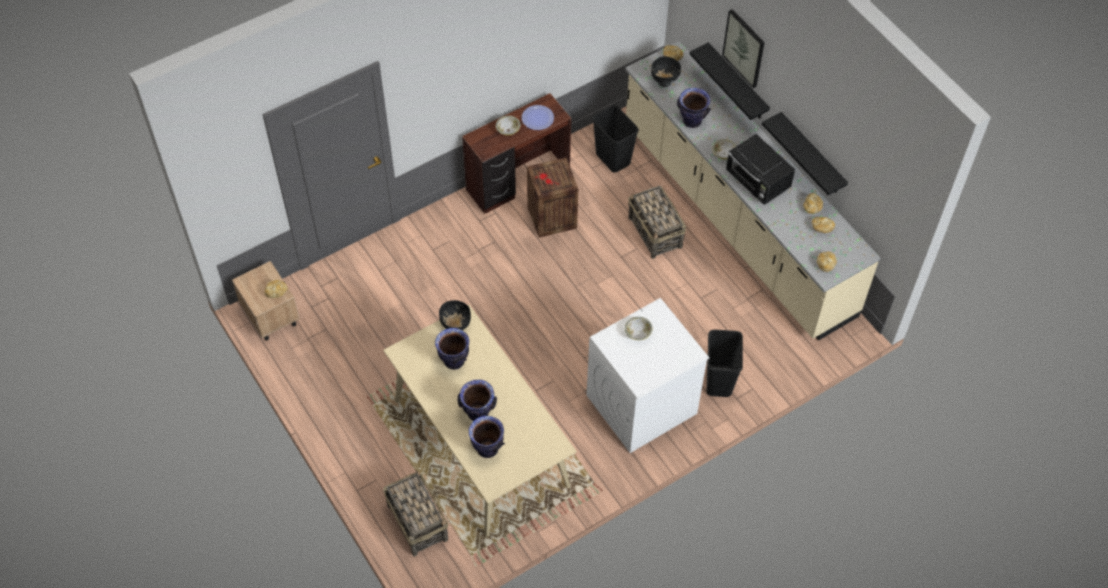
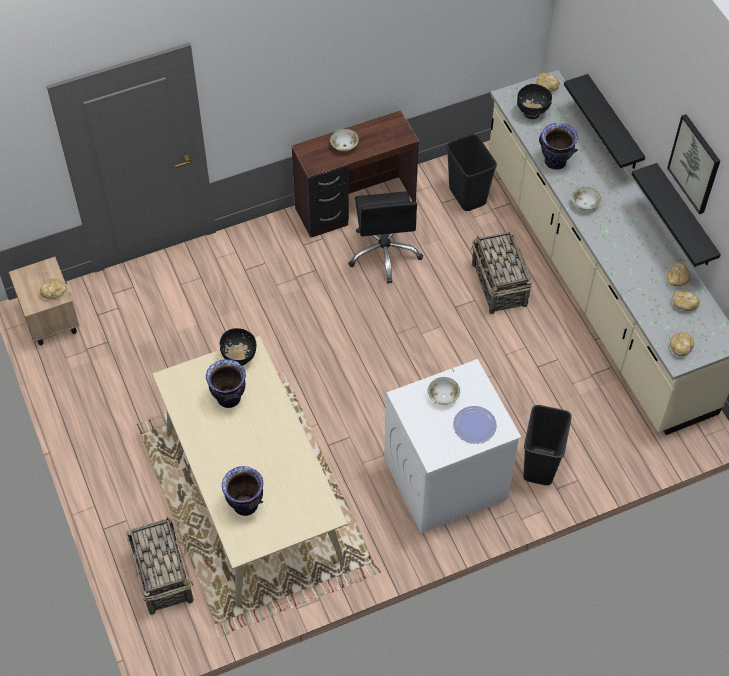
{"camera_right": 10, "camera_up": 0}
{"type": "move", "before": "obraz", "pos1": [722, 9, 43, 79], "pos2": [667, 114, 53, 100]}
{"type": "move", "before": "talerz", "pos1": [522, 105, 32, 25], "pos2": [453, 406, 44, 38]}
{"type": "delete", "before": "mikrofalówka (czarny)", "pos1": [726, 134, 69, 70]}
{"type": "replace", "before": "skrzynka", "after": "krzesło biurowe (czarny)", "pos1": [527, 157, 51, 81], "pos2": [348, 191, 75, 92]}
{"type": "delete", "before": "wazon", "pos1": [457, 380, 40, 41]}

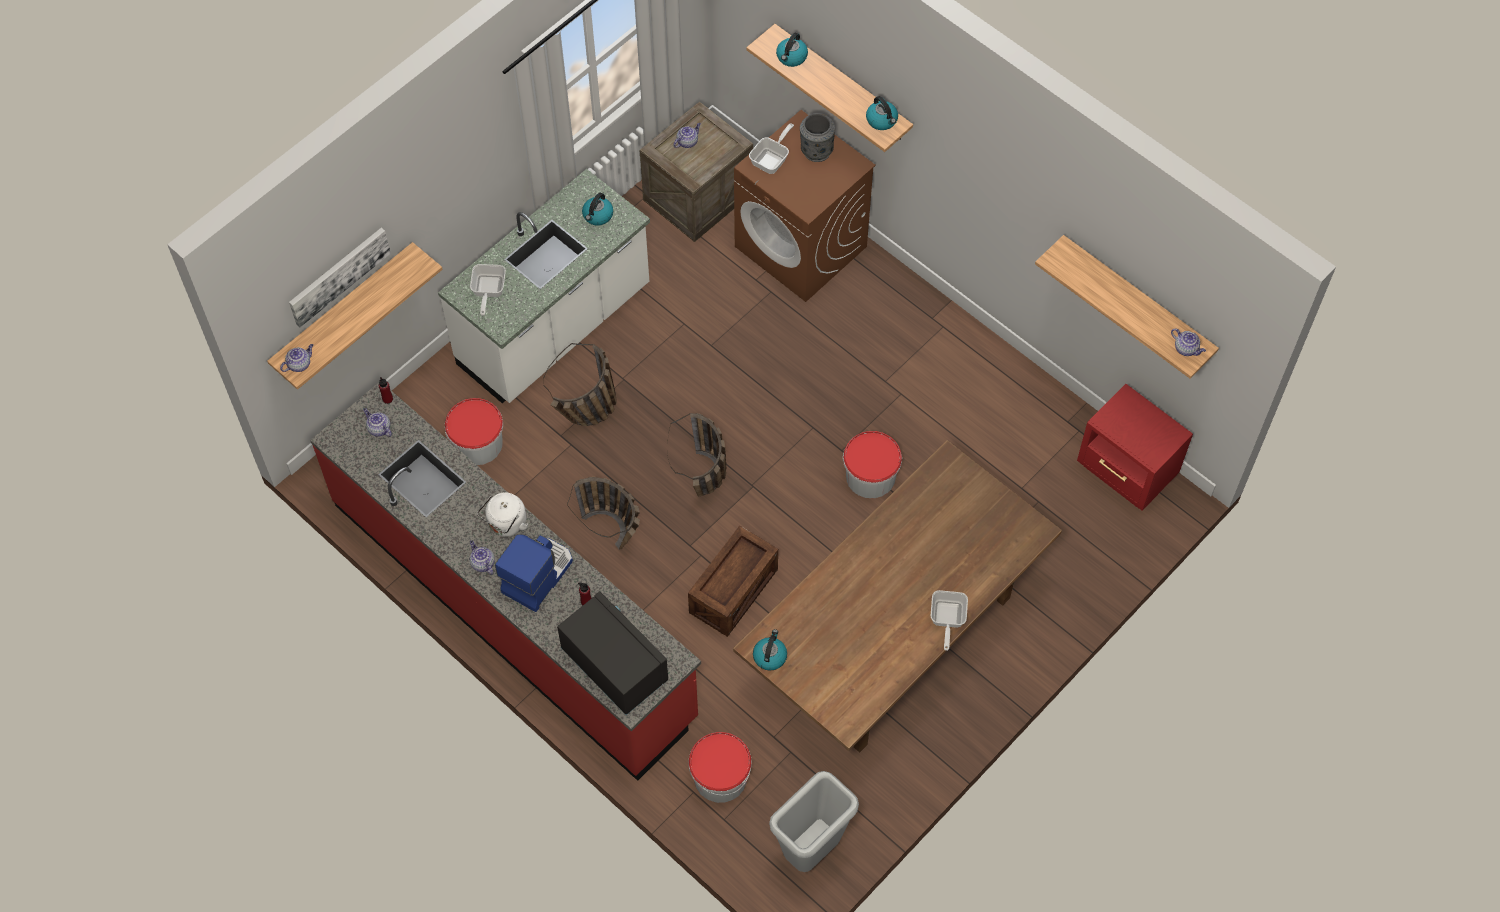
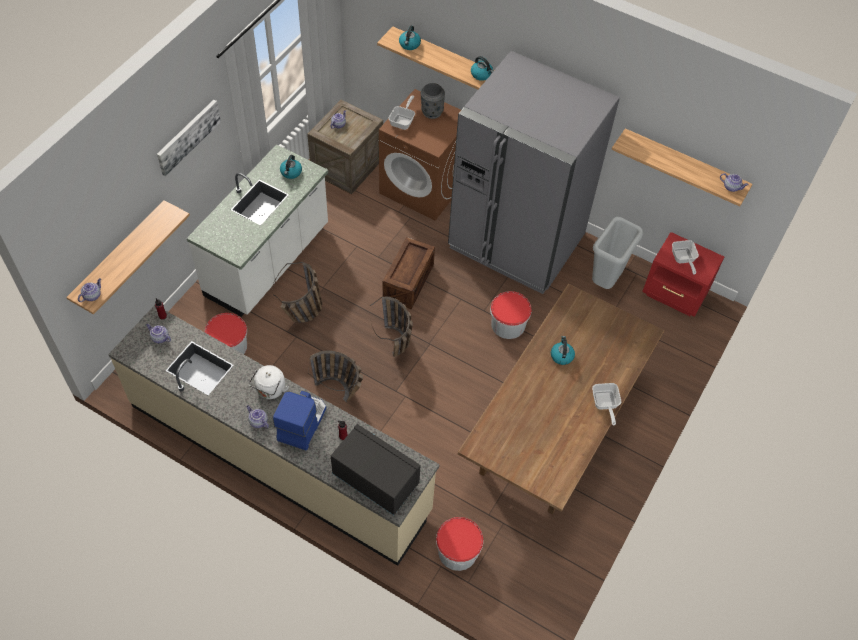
{"camera_right": -15, "camera_up": -5}
{"type": "move", "before": "obraz", "pos1": [289, 228, 102, 99], "pos2": [157, 100, 64, 76]}
{"type": "move", "before": "patelnia", "pos1": [470, 264, 36, 52], "pos2": [672, 240, 27, 34]}
{"type": "recolor", "before": "zabudowa kuchenna (czerwony)", "after": "zabudowa kuchenna (beżowy)", "pos1": [310, 383, 391, 398], "pos2": [108, 305, 332, 261]}
{"type": "move", "before": "skrzynka", "pos1": [688, 525, 90, 112], "pos2": [383, 237, 52, 72]}
{"type": "move", "before": "czajnik", "pos1": [753, 629, 34, 42], "pos2": [551, 336, 24, 29]}
{"type": "move", "before": "kosz na śmieci (szary)", "pos1": [769, 771, 90, 101], "pos2": [592, 217, 51, 72]}
{"type": "insert", "after": "lodówka (szary)", "pos2": [448, 51, 172, 243]}

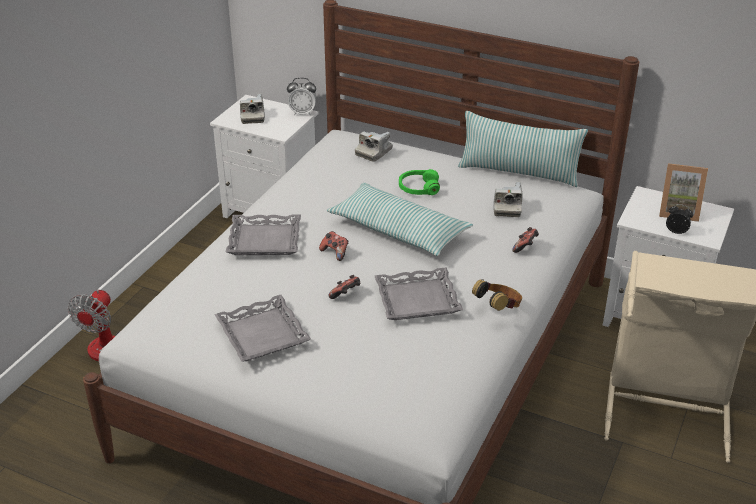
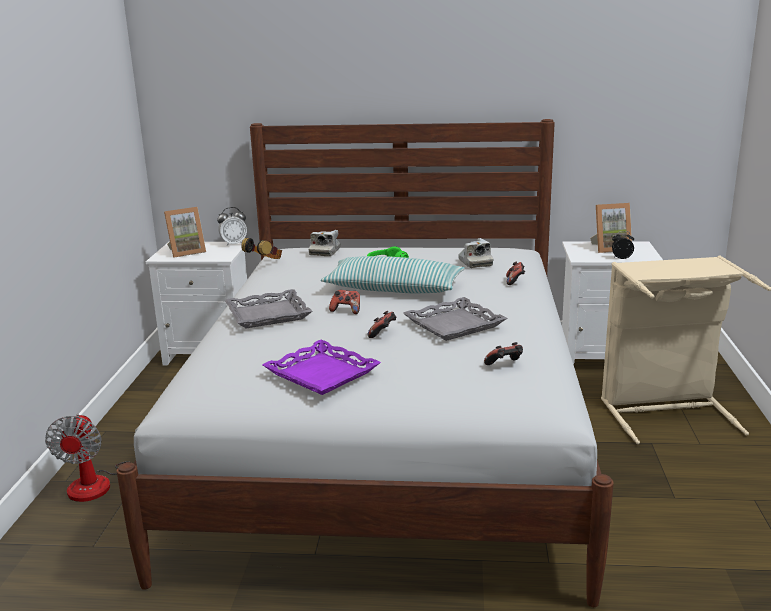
{"camera_right": -20, "camera_up": -15}
{"type": "replace", "before": "aparat fotograficzny", "after": "ramka na zdjęcie", "pos1": [240, 94, 25, 30], "pos2": [164, 207, 42, 51]}
{"type": "delete", "before": "poduszka", "pos1": [458, 111, 130, 76]}
{"type": "move", "before": "słuchawki", "pos1": [472, 279, 50, 32], "pos2": [241, 238, 41, 21]}
{"type": "recolor", "before": "taca (szary)", "after": "taca (fioletowy)", "pos1": [214, 295, 97, 67], "pos2": [262, 339, 119, 56]}
{"type": "insert", "after": "pad do gier", "pos2": [484, 342, 39, 23]}

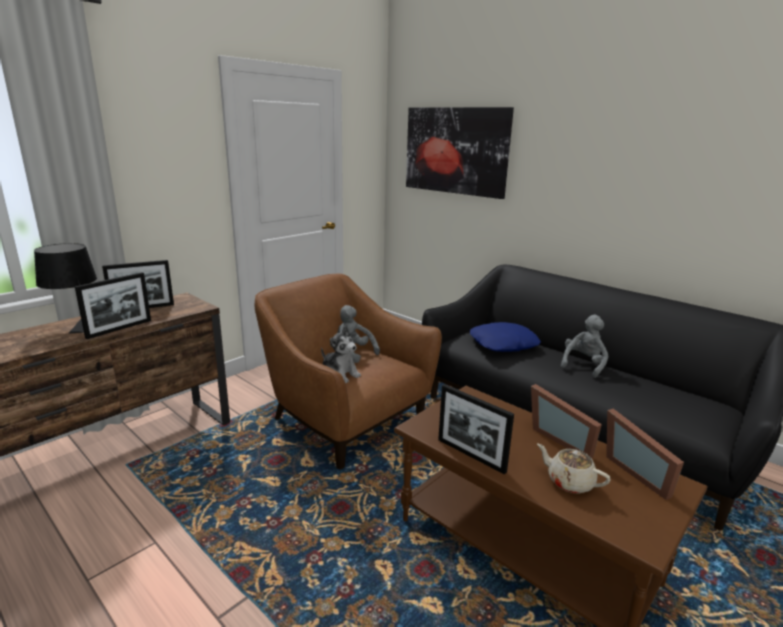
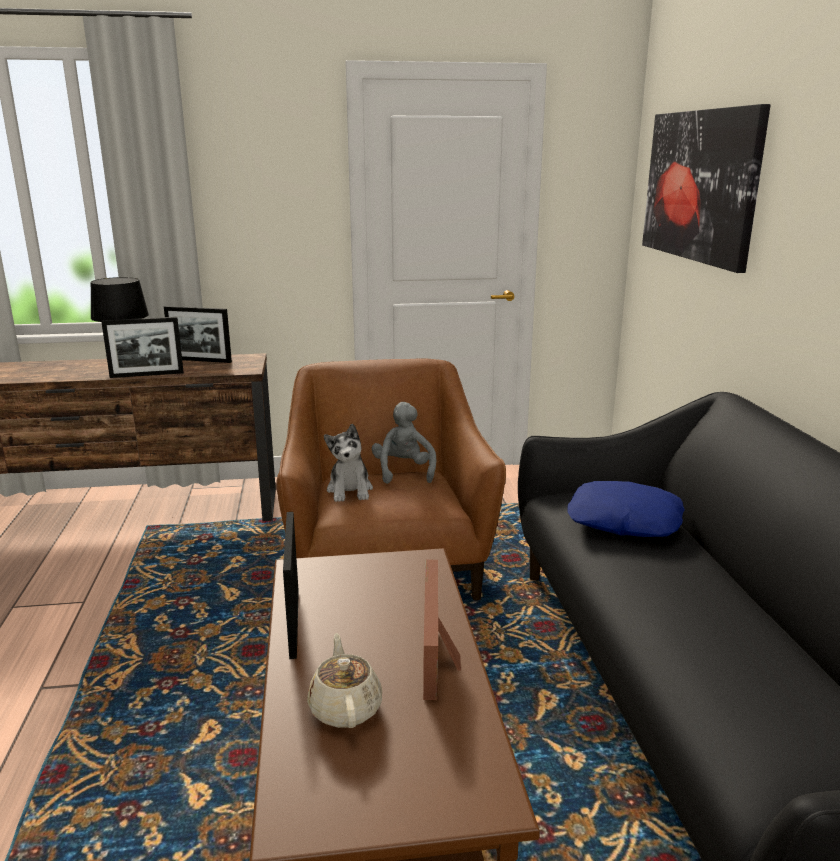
{"camera_right": 40, "camera_up": 0}
{"type": "delete", "before": "pluszak (szary)", "pos1": [561, 315, 48, 63]}
{"type": "delete", "before": "ramka na zdjęcie", "pos1": [606, 409, 78, 91]}

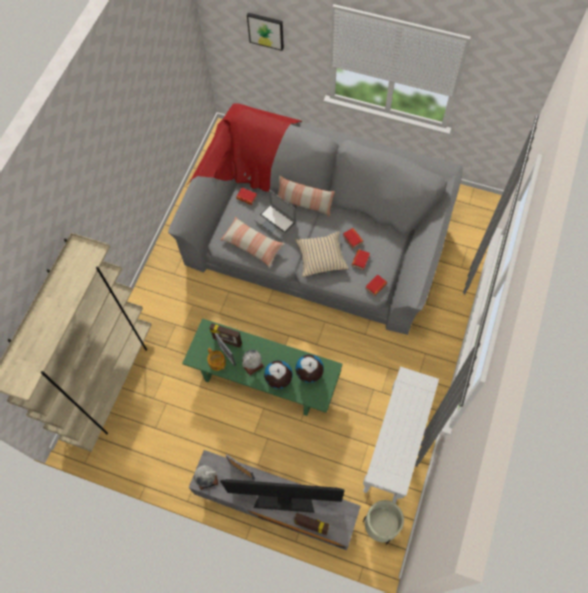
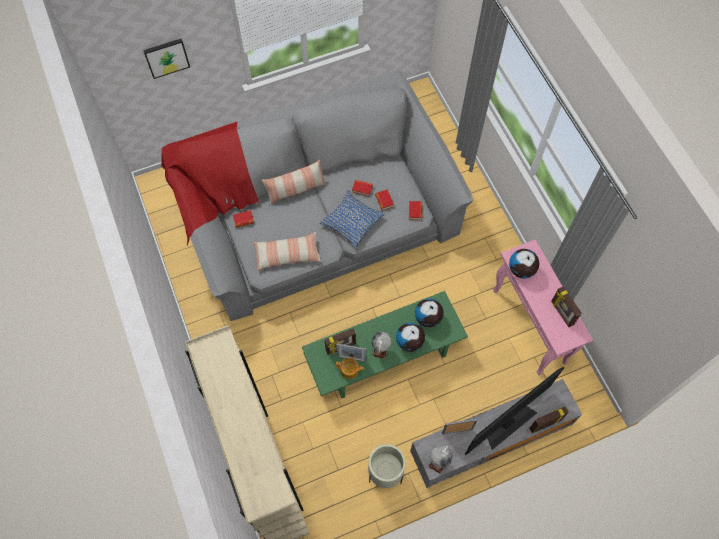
{"camera_right": -45, "camera_up": 0}
{"type": "delete", "before": "laptop", "pos1": [254, 190, 42, 49]}
{"type": "recolor", "before": "poduszka (beżowy)", "after": "poduszka (niebieski)", "pos1": [295, 231, 54, 46], "pos2": [320, 190, 64, 57]}
{"type": "recolor", "before": "stolik konsolowy (biały)", "after": "stolik konsolowy (różowy)", "pos1": [363, 366, 76, 137], "pos2": [493, 239, 100, 136]}
{"type": "move", "before": "donica (beżowy)", "pos1": [363, 500, 41, 45], "pos2": [368, 444, 38, 44]}
{"type": "insert", "after": "globus", "pos2": [509, 249, 30, 29]}
{"type": "insert", "after": "ramka na zdjęcie", "pos2": [551, 286, 31, 41]}

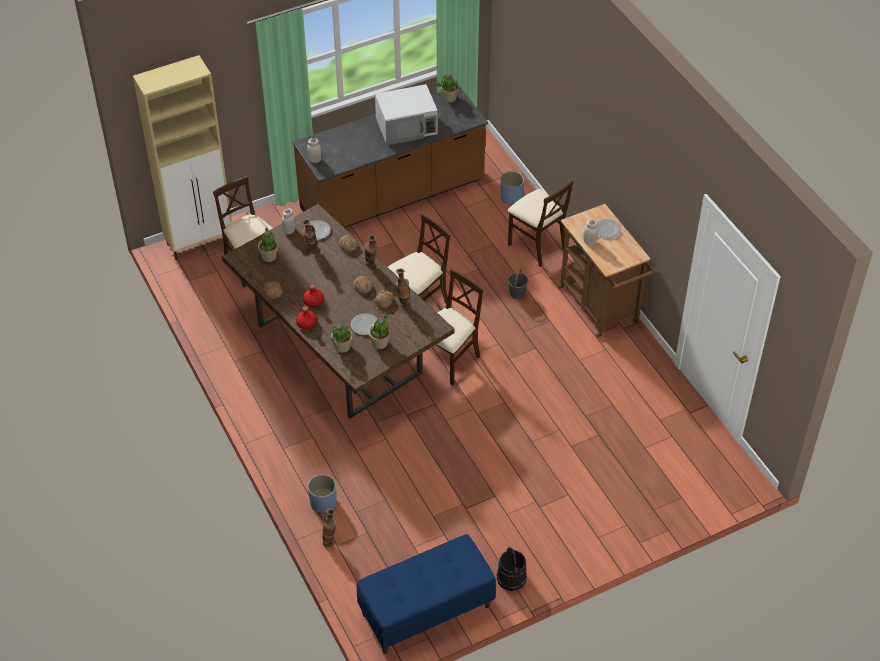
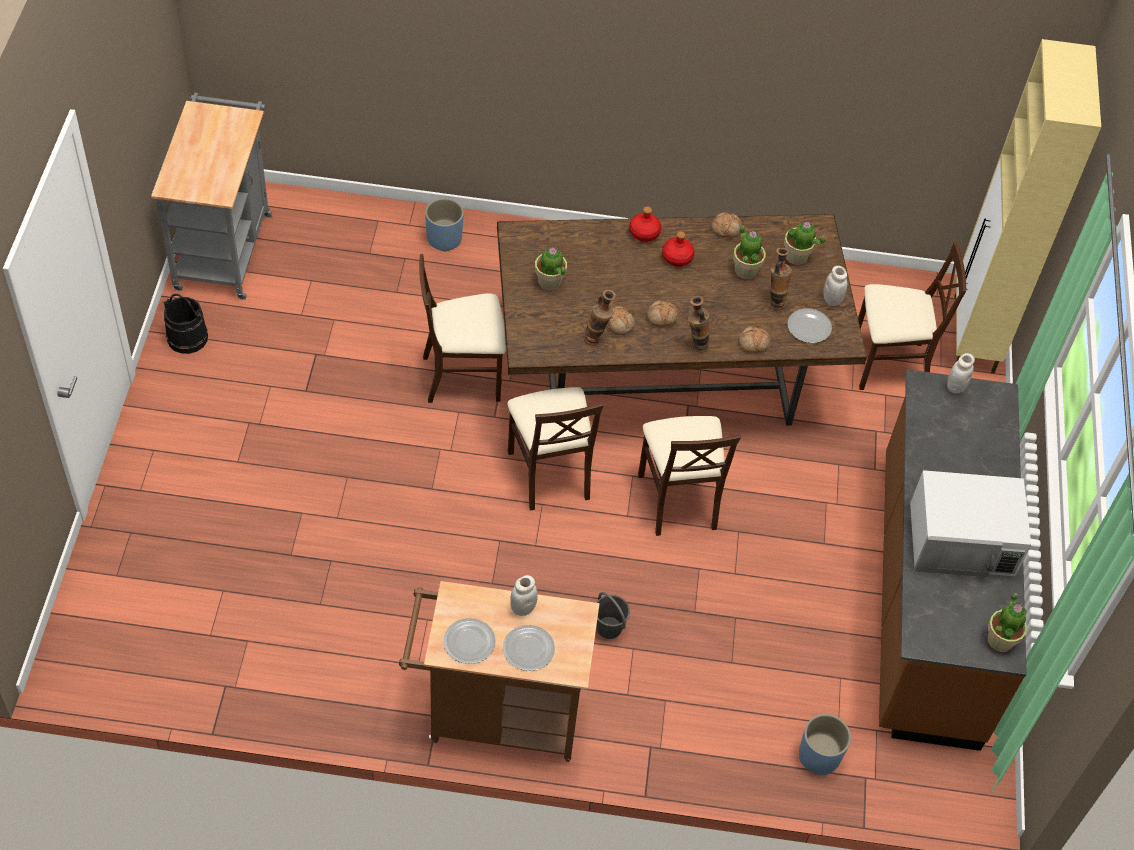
{"camera_right": 120, "camera_up": 5}
{"type": "rotate", "before": "mikrofalówka (biały)", "pos1": [375, 84, 63, 61], "pos2": [910, 470, 121, 107], "turn": -105}
{"type": "move", "before": "krzesło (beżowy)", "pos1": [508, 180, 66, 87], "pos2": [419, 254, 87, 149]}
{"type": "move", "before": "talerz", "pos1": [351, 313, 27, 22], "pos2": [444, 618, 52, 46]}
{"type": "move", "before": "roślina doniczkowa", "pos1": [331, 323, 22, 30], "pos2": [733, 226, 33, 53]}
{"type": "delete", "before": "wazon", "pos1": [322, 508, 15, 39]}
{"type": "replace", "before": "ławka (niebieski)", "after": "wózek (szary)", "pos1": [356, 534, 140, 120], "pos2": [151, 93, 121, 207]}

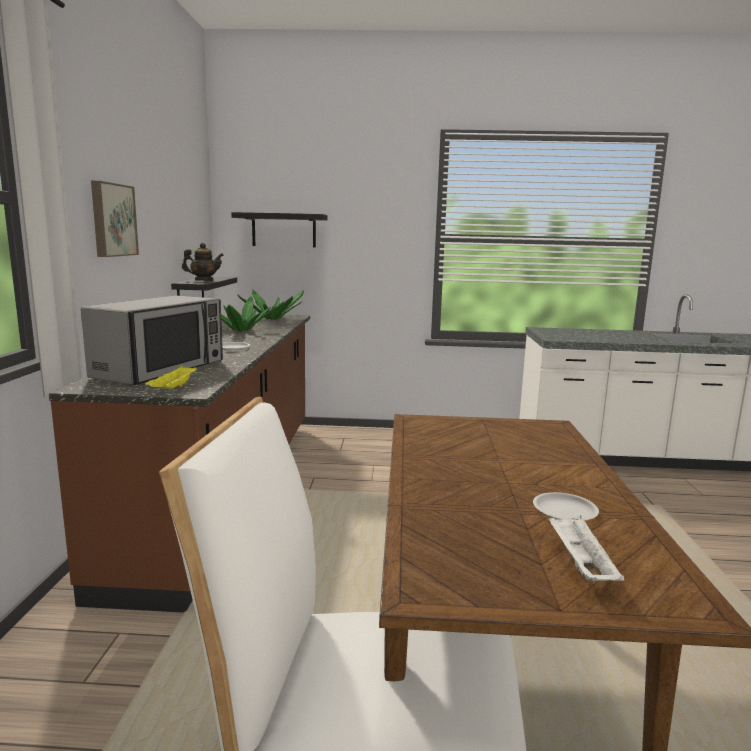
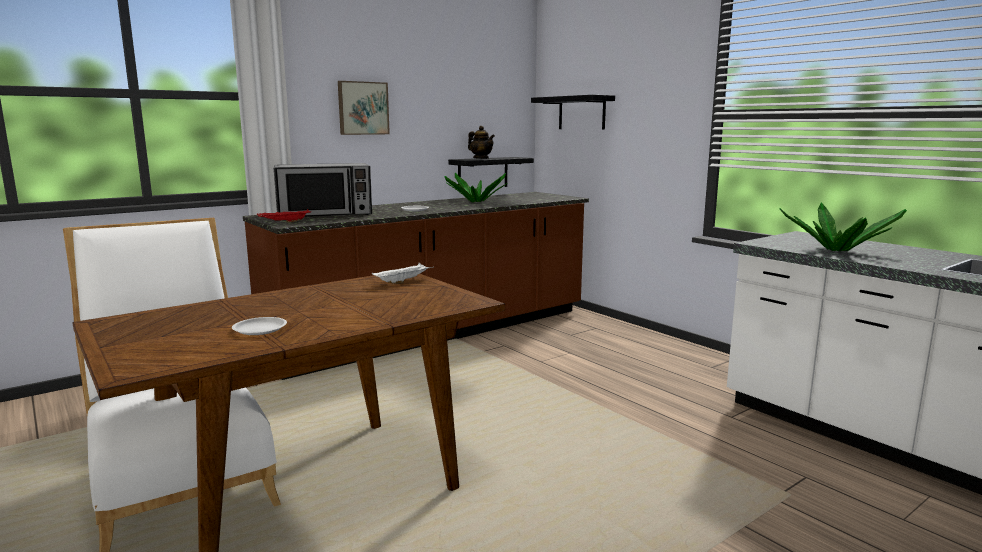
{"camera_right": 50, "camera_up": 0}
{"type": "move", "before": "roślina doniczkowa", "pos1": [237, 290, 67, 30], "pos2": [779, 202, 128, 49]}
{"type": "recolor", "before": "taca (żółty)", "after": "taca (czerwony)", "pos1": [145, 366, 52, 23], "pos2": [257, 209, 54, 14]}
{"type": "move", "before": "taca (biały)", "pos1": [549, 516, 75, 65], "pos2": [372, 263, 62, 21]}

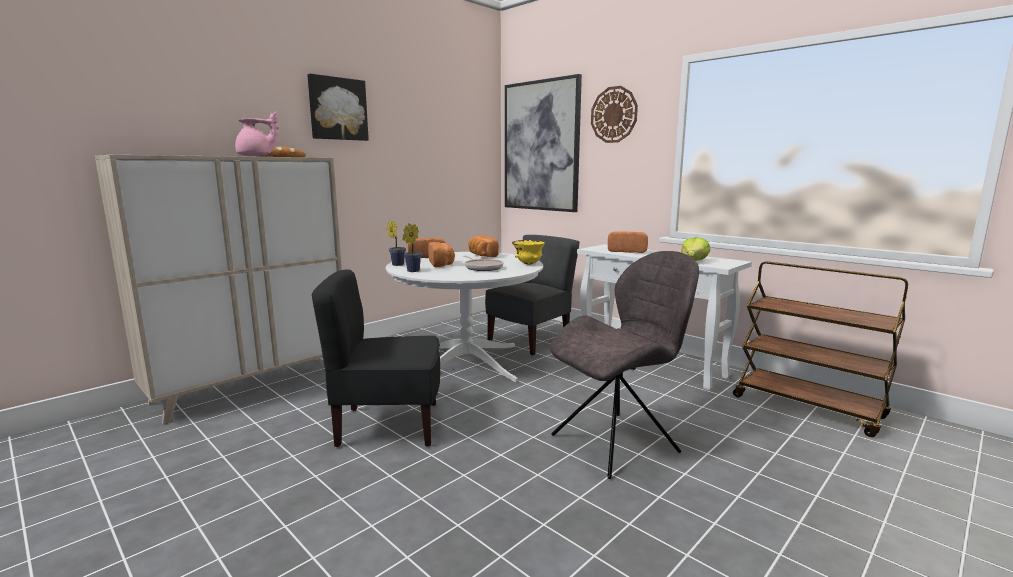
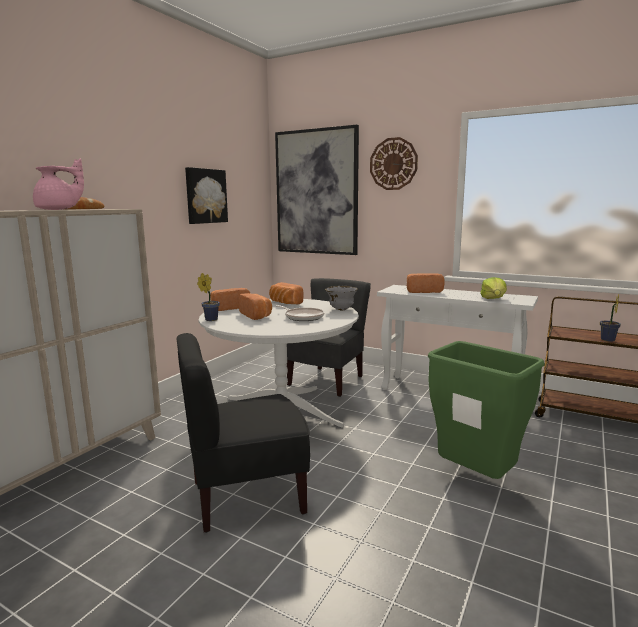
{"camera_right": -15, "camera_up": 0}
{"type": "move", "before": "obraz", "pos1": [308, 74, 61, 67], "pos2": [185, 167, 43, 57]}
{"type": "move", "before": "roślina doniczkowa", "pos1": [402, 224, 20, 48], "pos2": [600, 294, 21, 48]}
{"type": "recolor", "before": "miska (żółty)", "after": "miska (szary)", "pos1": [512, 240, 34, 24], "pos2": [325, 286, 33, 24]}
{"type": "replace", "before": "krzesło (szary)", "after": "kosz na śmieci (zielony)", "pos1": [550, 251, 149, 228], "pos2": [428, 341, 116, 138]}

